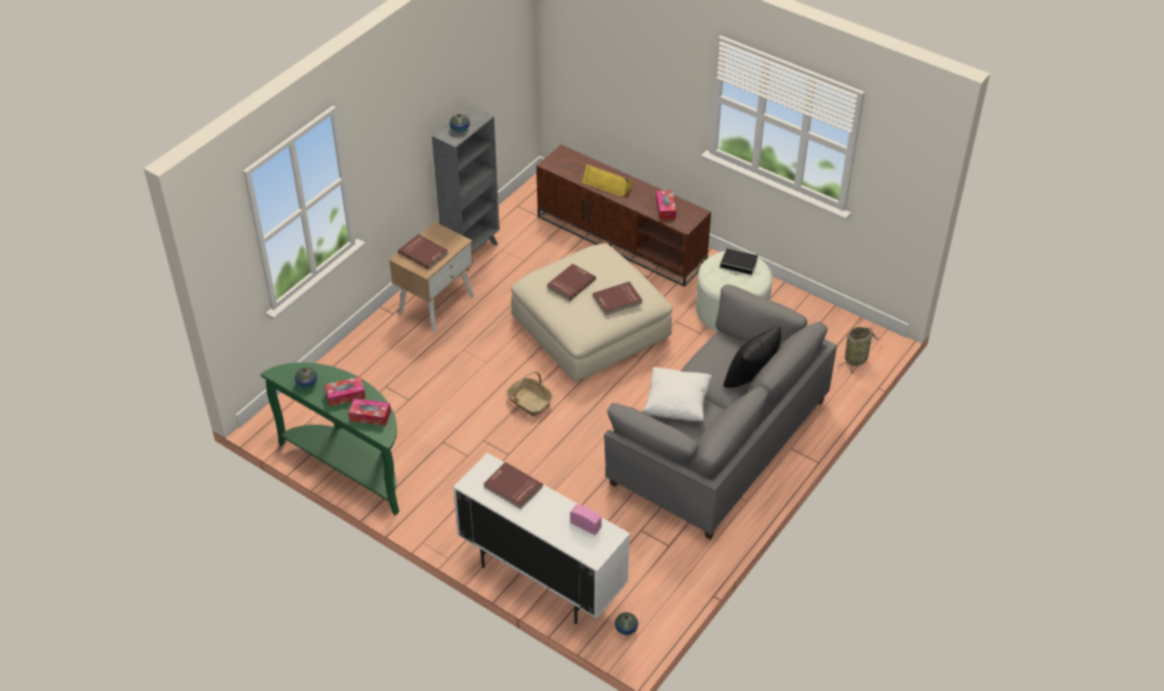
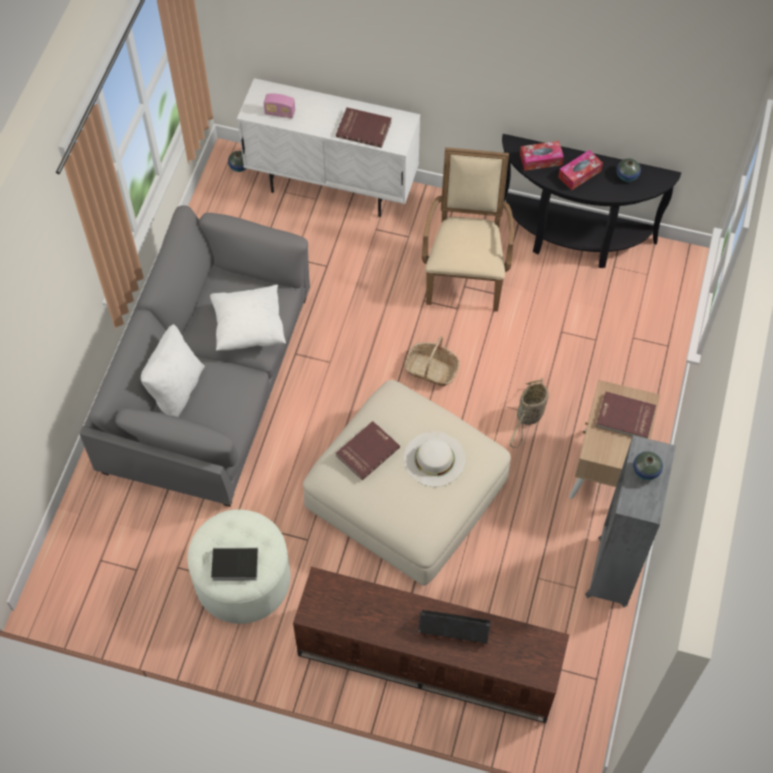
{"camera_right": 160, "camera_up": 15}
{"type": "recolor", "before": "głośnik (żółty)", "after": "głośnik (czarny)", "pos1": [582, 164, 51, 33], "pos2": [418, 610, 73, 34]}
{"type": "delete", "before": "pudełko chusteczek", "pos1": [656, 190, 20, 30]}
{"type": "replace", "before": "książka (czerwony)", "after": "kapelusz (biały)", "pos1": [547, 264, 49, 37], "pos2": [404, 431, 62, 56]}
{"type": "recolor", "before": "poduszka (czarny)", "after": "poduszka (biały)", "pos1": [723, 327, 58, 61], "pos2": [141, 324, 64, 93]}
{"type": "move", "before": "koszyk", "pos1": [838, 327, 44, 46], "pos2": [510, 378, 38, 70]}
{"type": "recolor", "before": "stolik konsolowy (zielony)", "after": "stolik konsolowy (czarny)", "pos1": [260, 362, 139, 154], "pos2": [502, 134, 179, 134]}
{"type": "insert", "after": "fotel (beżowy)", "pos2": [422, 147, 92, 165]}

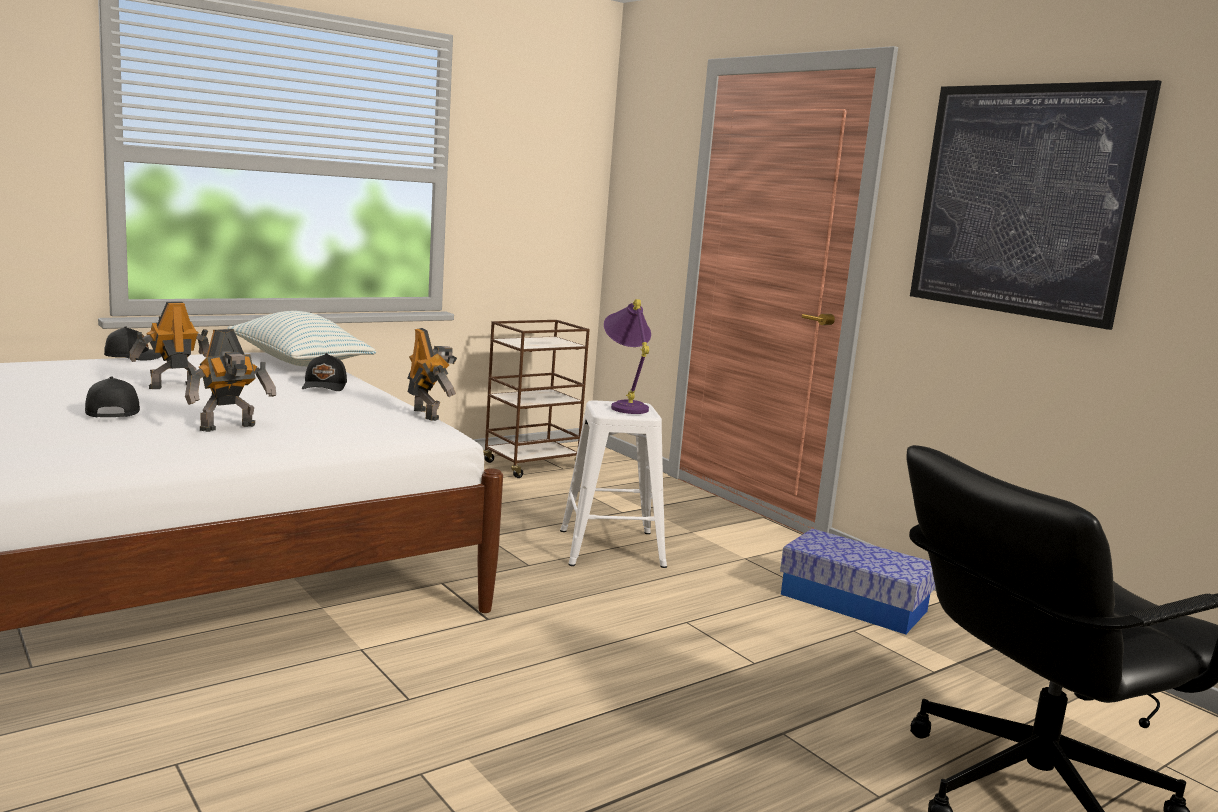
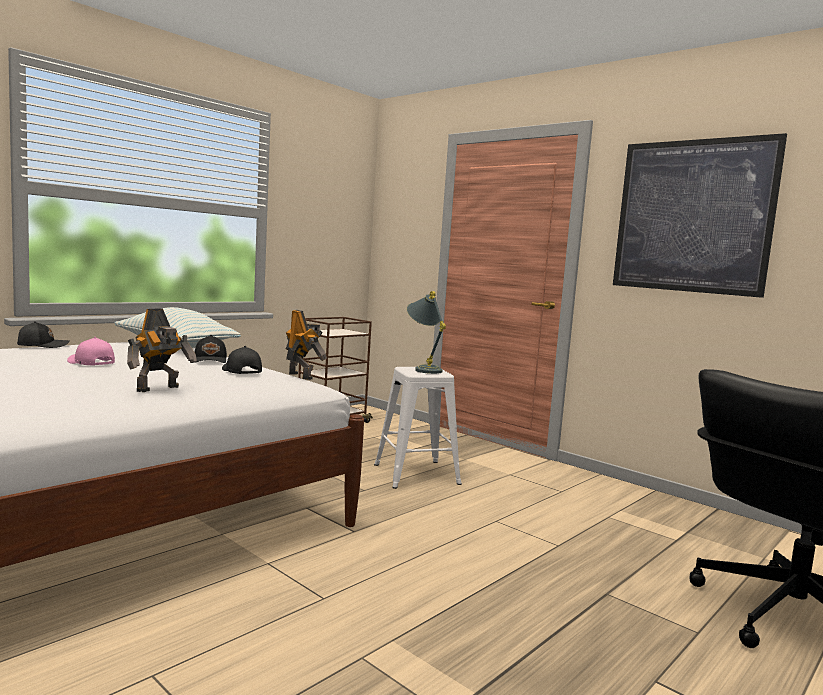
{"camera_right": -10, "camera_up": -5}
{"type": "recolor", "before": "lampa stołowa (fioletowy)", "after": "lampa stołowa (szary)", "pos1": [604, 299, 47, 115], "pos2": [407, 291, 39, 83]}
{"type": "replace", "before": "robot zabawkowy", "after": "czapka z daszkiem (różowy)", "pos1": [129, 302, 80, 87], "pos2": [67, 337, 48, 28]}
{"type": "move", "before": "czapka z daszkiem (czarny)", "pos1": [85, 376, 55, 41], "pos2": [222, 346, 40, 28]}
{"type": "delete", "before": "pojemnik do przechowywania", "pos1": [780, 529, 155, 105]}

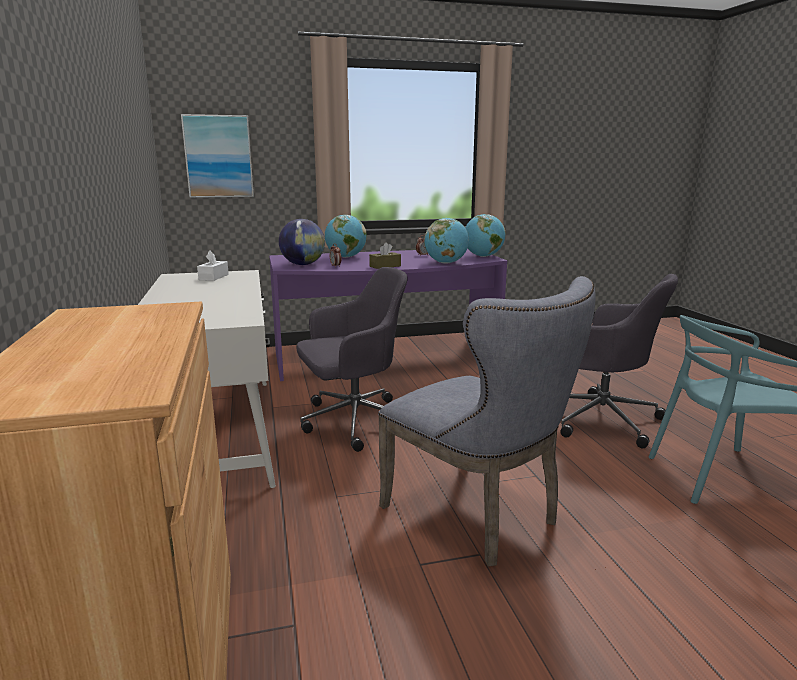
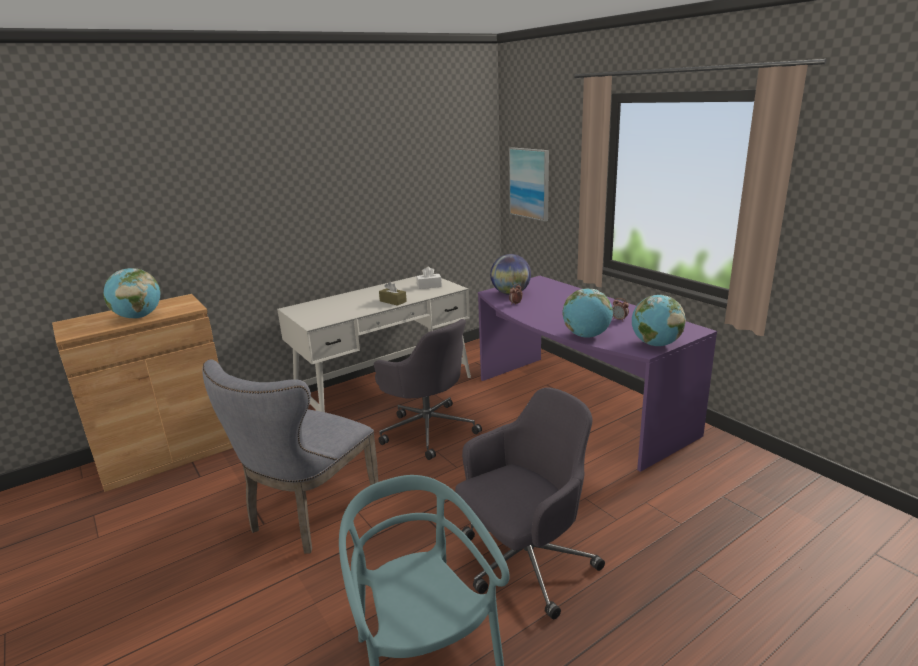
{"camera_right": 70, "camera_up": 5}
{"type": "move", "before": "globus", "pos1": [325, 215, 42, 43], "pos2": [103, 268, 57, 51]}
{"type": "move", "before": "pudełko chusteczek (brązowy)", "pos1": [369, 242, 32, 27], "pos2": [379, 281, 28, 25]}
{"type": "rotate", "before": "krzesło biurowe (szary)", "pos1": [560, 274, 118, 175], "pos2": [455, 387, 150, 232], "turn": -135}

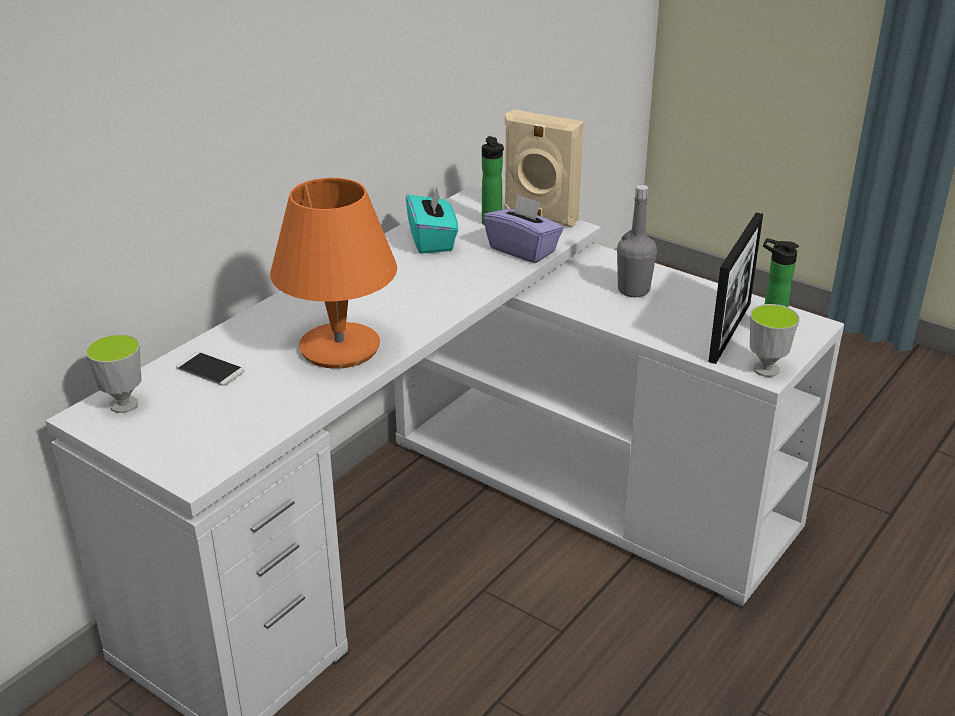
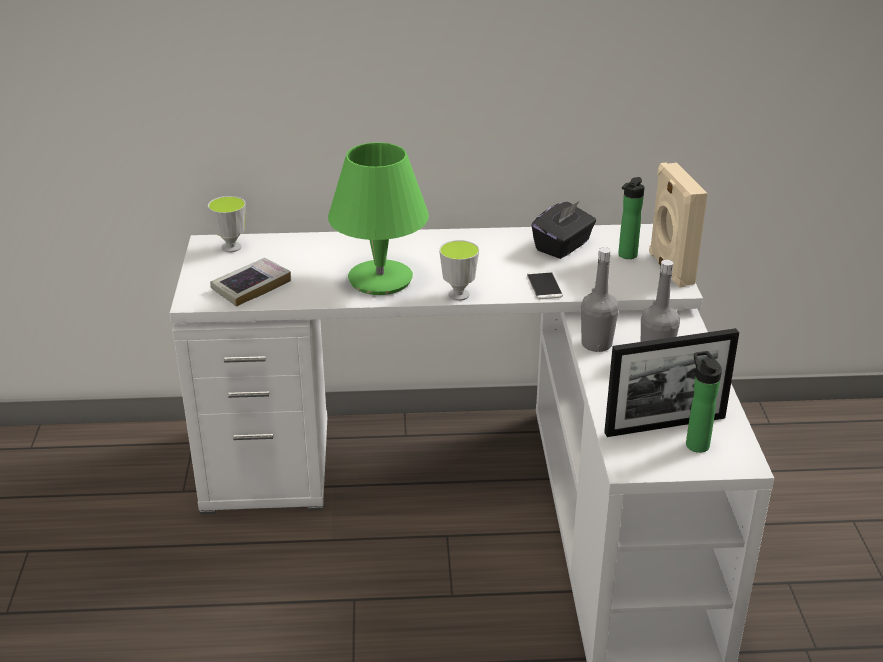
{"camera_right": 50, "camera_up": 0}
{"type": "recolor", "before": "lampa stołowa (pomarańczowy)", "after": "lampa stołowa (zielony)", "pos1": [270, 178, 127, 191], "pos2": [328, 142, 101, 153]}
{"type": "recolor", "before": "pudełko chusteczek (turkusowy)", "after": "pudełko chusteczek (czarny)", "pos1": [406, 187, 52, 67], "pos2": [532, 201, 64, 58]}
{"type": "delete", "before": "pudełko chusteczek (fioletowy)", "pos1": [483, 194, 81, 69]}
{"type": "move", "before": "filiżanka", "pos1": [750, 304, 50, 73], "pos2": [439, 240, 40, 61]}
{"type": "move", "before": "telefon", "pos1": [176, 352, 69, 34], "pos2": [527, 271, 36, 28]}
{"type": "insert", "after": "butelka (szary)", "pos2": [581, 247, 38, 105]}
{"type": "insert", "after": "książka", "pos2": [210, 258, 81, 49]}

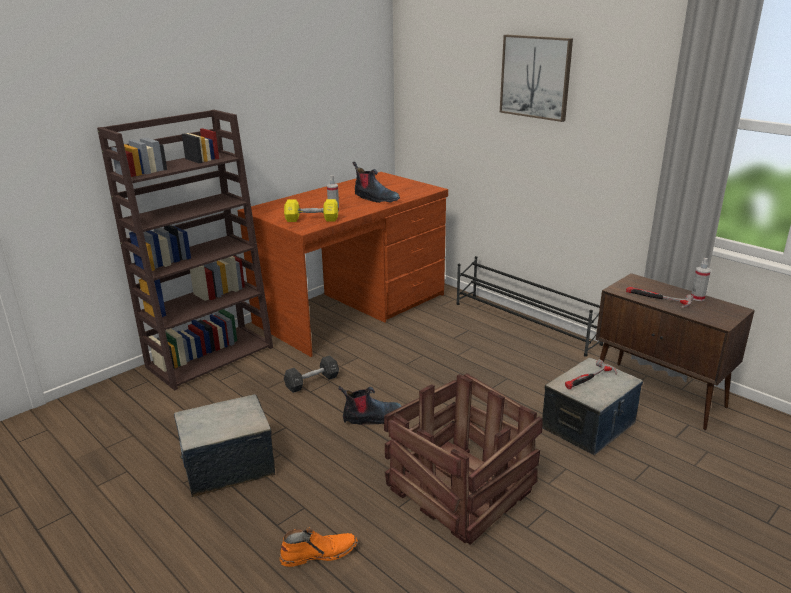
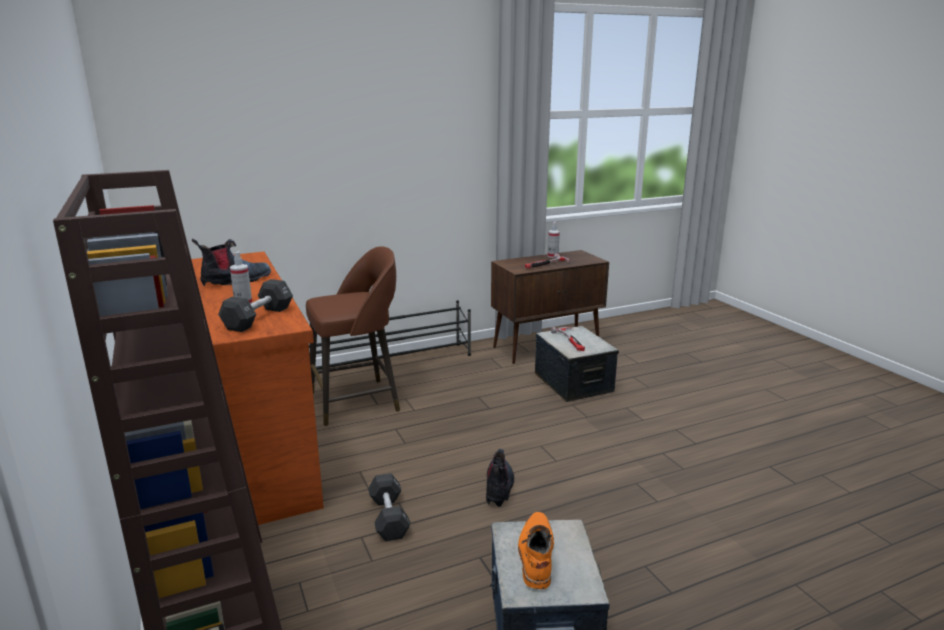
{"camera_right": -70, "camera_up": -5}
{"type": "delete", "before": "obraz", "pos1": [500, 35, 73, 87]}
{"type": "recolor", "before": "hantel (żółty)", "after": "hantel (czarny)", "pos1": [284, 199, 54, 23], "pos2": [218, 279, 75, 53]}
{"type": "delete", "before": "skrzynka", "pos1": [384, 373, 158, 172]}
{"type": "move", "before": "but z cholewką (pomarańczowy)", "pos1": [280, 527, 78, 40], "pos2": [518, 512, 36, 77]}
{"type": "insert", "after": "stołek (brązowy)", "pos2": [306, 246, 94, 180]}

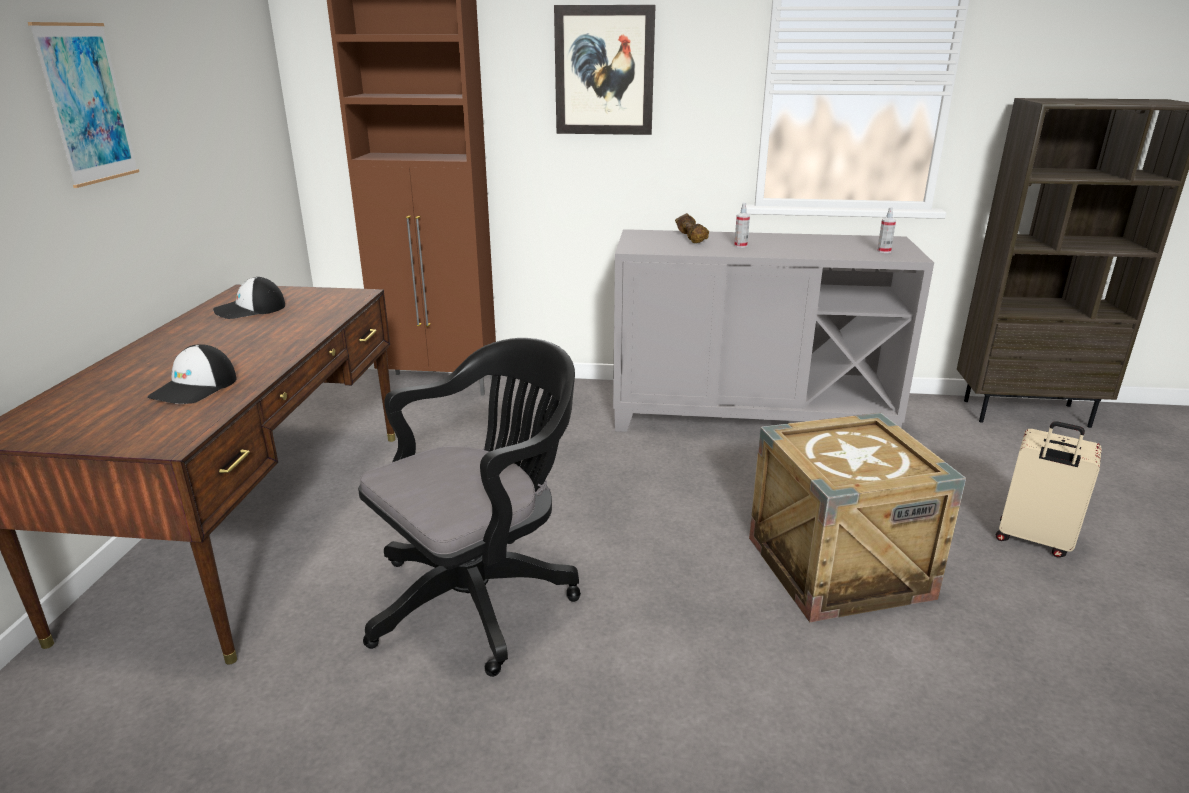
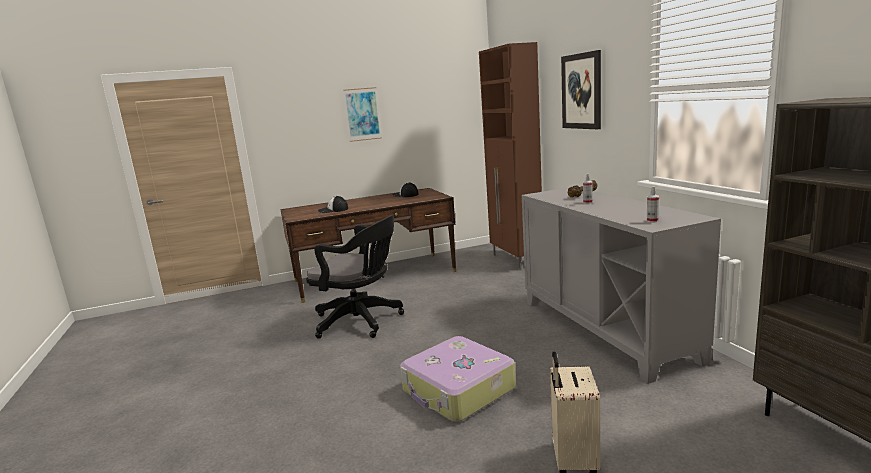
{"camera_right": 65, "camera_up": -10}
{"type": "replace", "before": "skrzynka", "after": "walizka", "pos1": [749, 413, 217, 210], "pos2": [400, 336, 116, 86]}

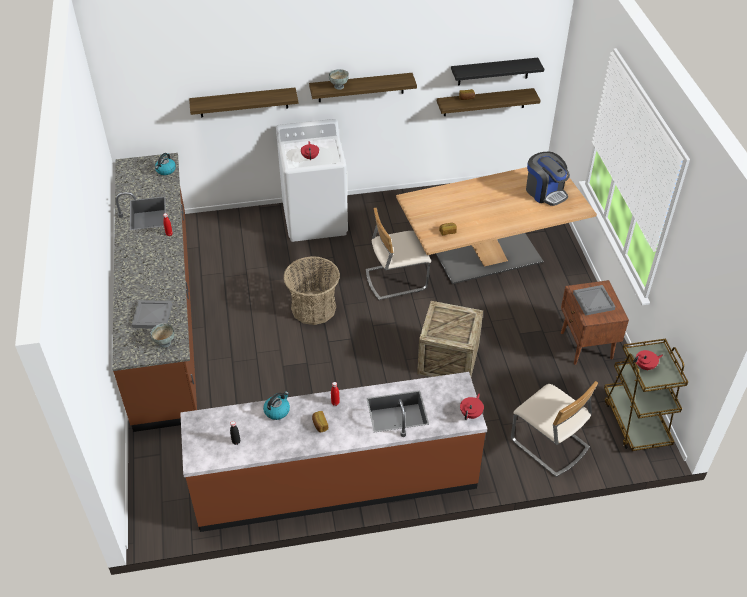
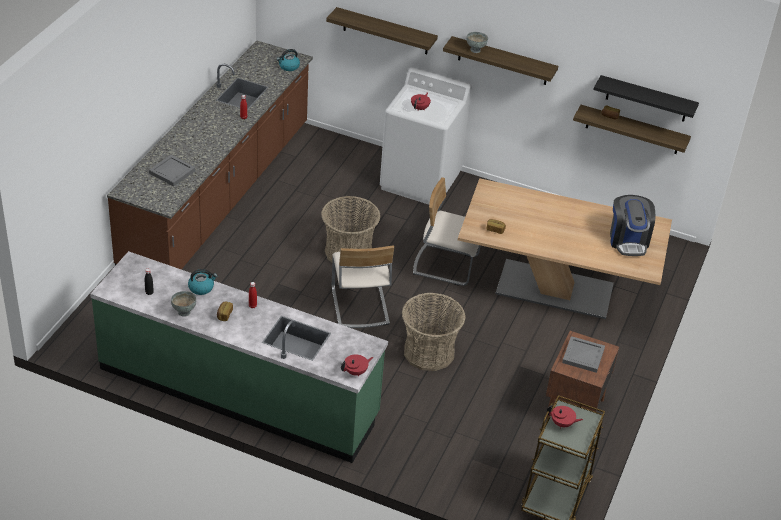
{"camera_right": 30, "camera_up": -5}
{"type": "replace", "before": "skrzynka", "after": "koszyk", "pos1": [417, 301, 66, 76], "pos2": [402, 293, 63, 78]}
{"type": "move", "before": "miska (szary)", "pos1": [150, 323, 24, 25], "pos2": [171, 291, 25, 26]}
{"type": "recolor", "before": "zabudowa kuchenna (brązowy)", "after": "zabudowa kuchenna (zielony)", "pos1": [180, 372, 307, 160], "pos2": [90, 251, 298, 212]}
{"type": "move", "before": "krzesło (beżowy)", "pos1": [511, 381, 87, 96], "pos2": [332, 245, 62, 83]}

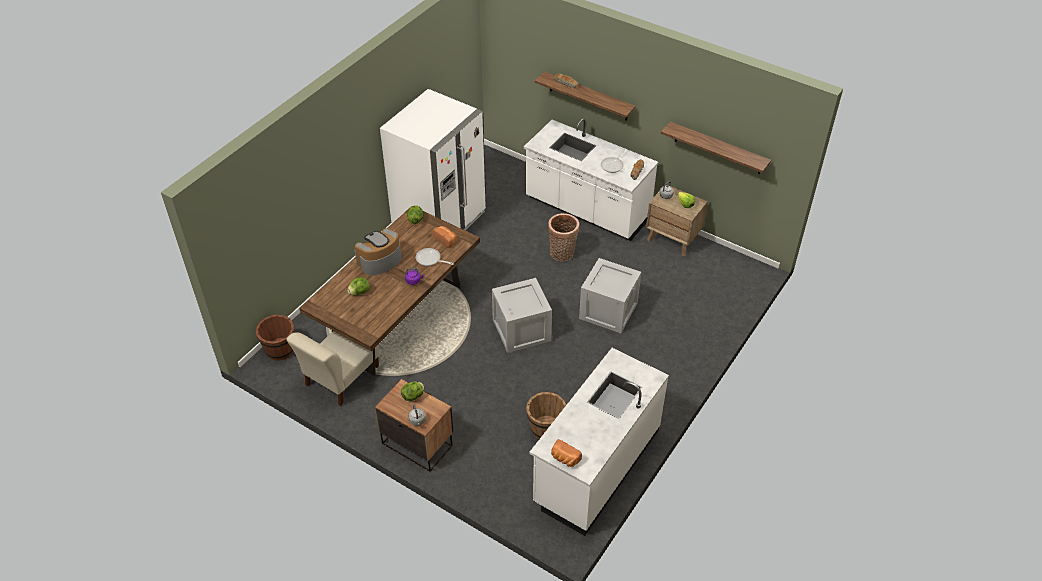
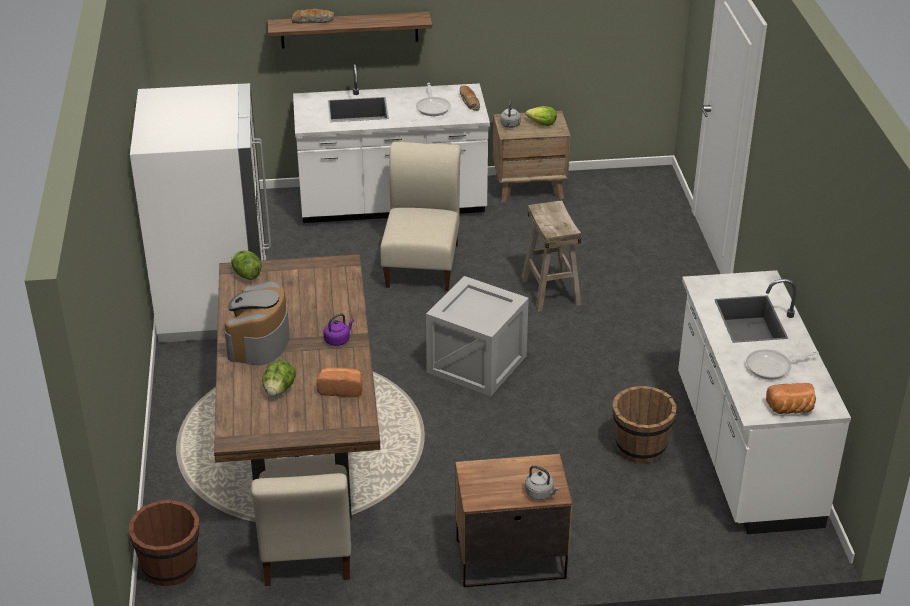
{"camera_right": -40, "camera_up": -10}
{"type": "delete", "before": "półka", "pos1": [661, 122, 110, 53]}
{"type": "replace", "before": "koszyk", "after": "krzesło (beżowy)", "pos1": [548, 213, 31, 48], "pos2": [380, 141, 81, 150]}
{"type": "move", "before": "chleb", "pos1": [433, 226, 24, 22], "pos2": [317, 367, 45, 30]}
{"type": "move", "before": "patelnia", "pos1": [416, 248, 38, 18], "pos2": [746, 349, 73, 30]}
{"type": "replace", "before": "skrzynka", "after": "stołek (beżowy)", "pos1": [579, 258, 62, 75], "pos2": [521, 200, 60, 112]}
{"type": "delete", "before": "sałata", "pos1": [401, 382, 23, 19]}

